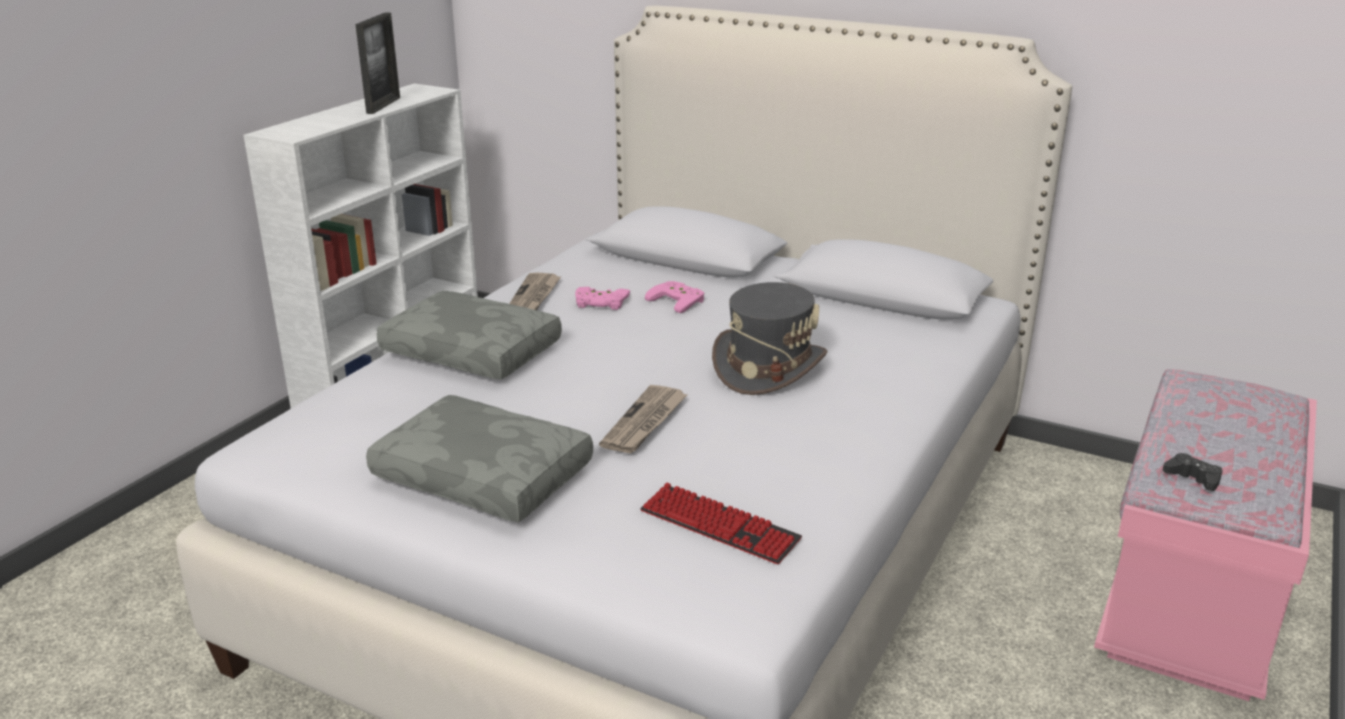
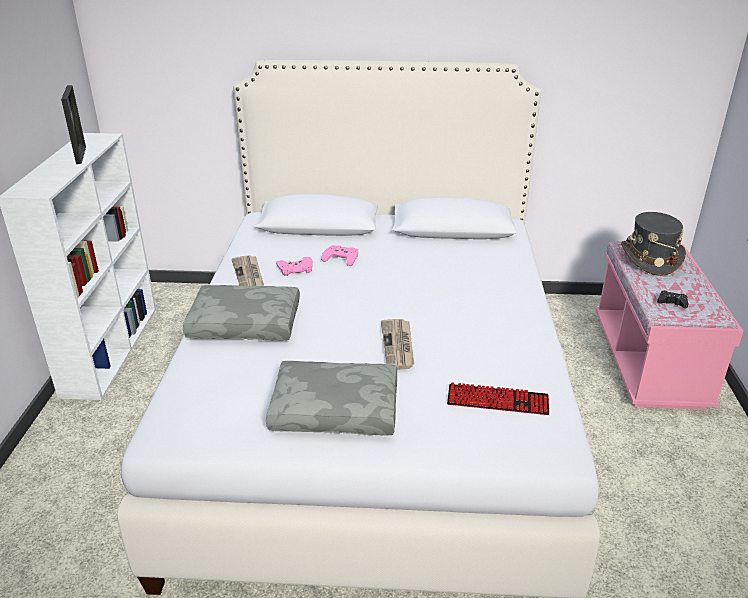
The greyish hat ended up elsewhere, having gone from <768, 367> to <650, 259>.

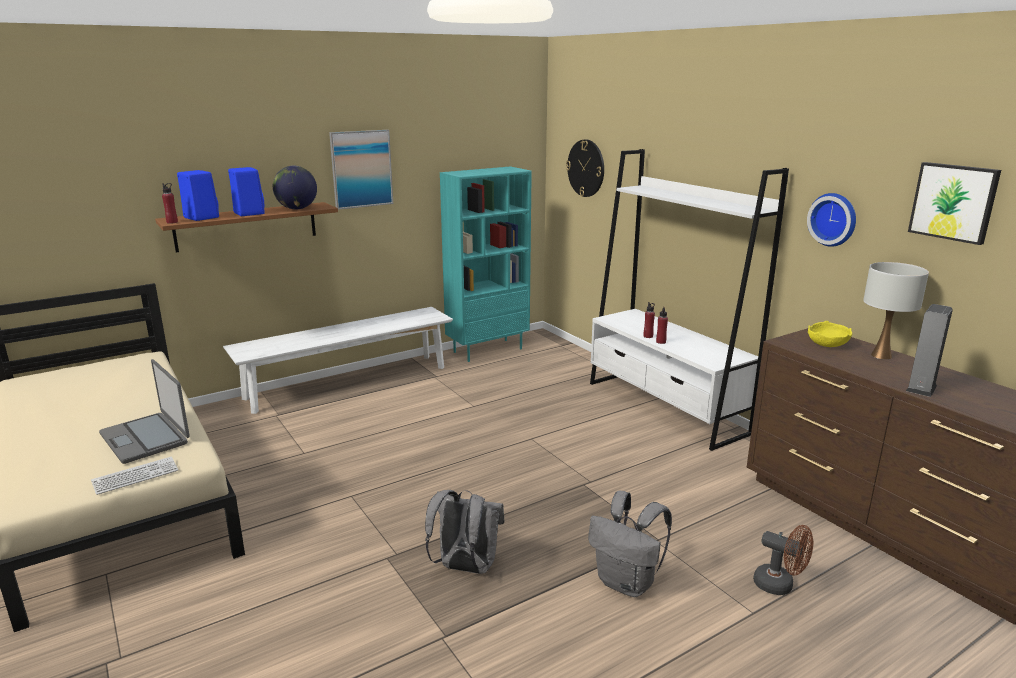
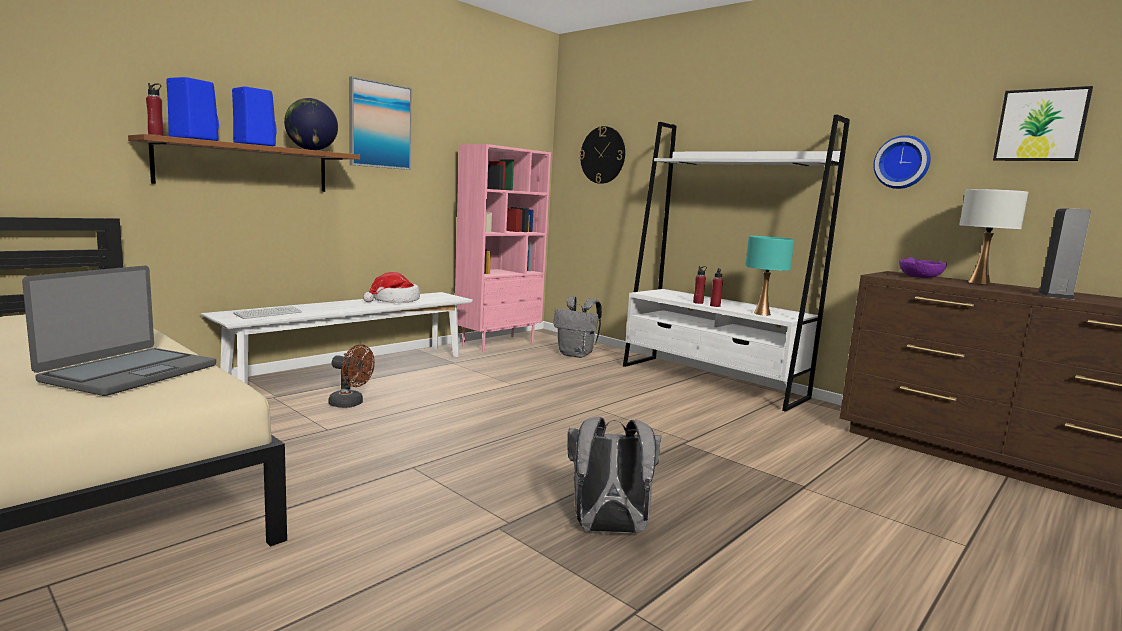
The second view gained the hat at <394, 301>.
The second view gained the turquoise tabletop lamp at <762, 314>.
The computer keyboard ended up elsewhere, having gone from <135, 476> to <268, 313>.
The greyish rucksack ended up elsewhere, having gone from <627, 583> to <576, 355>.
The brown-coloured fan ended up elsewhere, having gone from <780, 585> to <350, 404>.
What was the turquoise bookcase at <488, 350> turned into the pink bookcase at <498, 343>.
What was the yellow serving bowl at <827, 344> turned into the purple serving bowl at <920, 277>.
The notebook computer at <146, 438> ended up facing another way, 105 degrees counterclockwise from before.

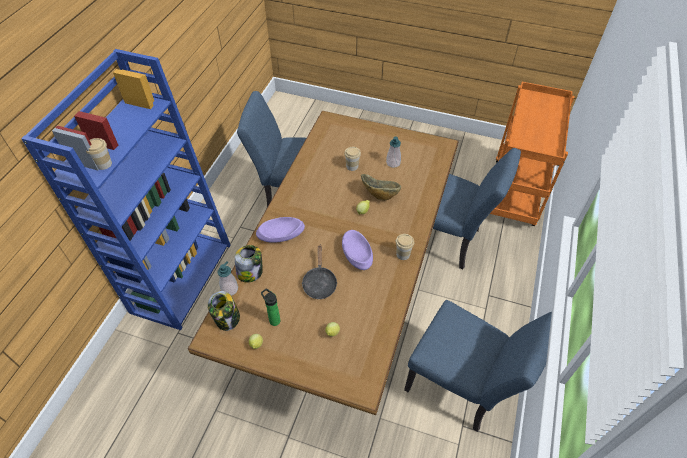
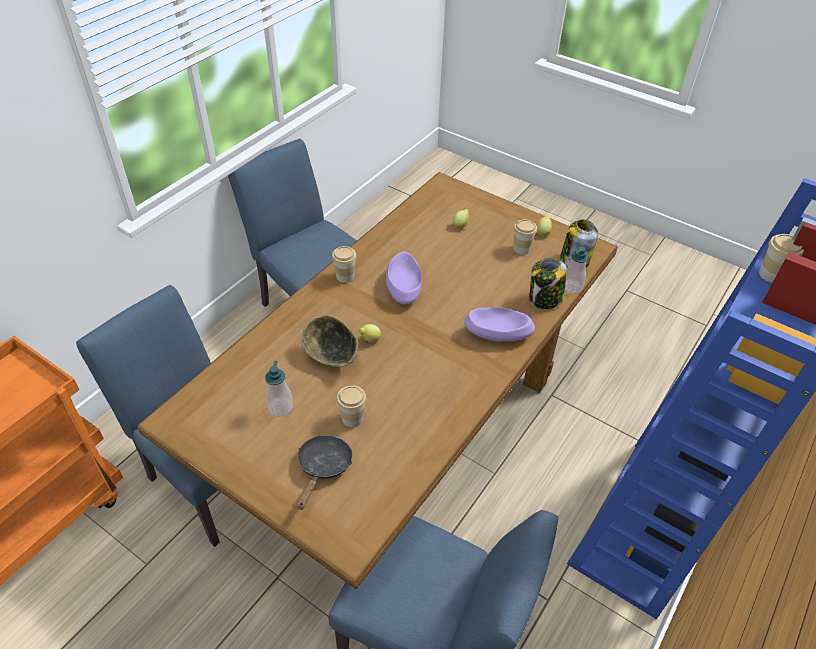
The blackish pan ended up elsewhere, having gone from <319, 283> to <323, 467>.
Where the drink bottle stood at <273, 320>, the cup came to stand at <521, 248>.

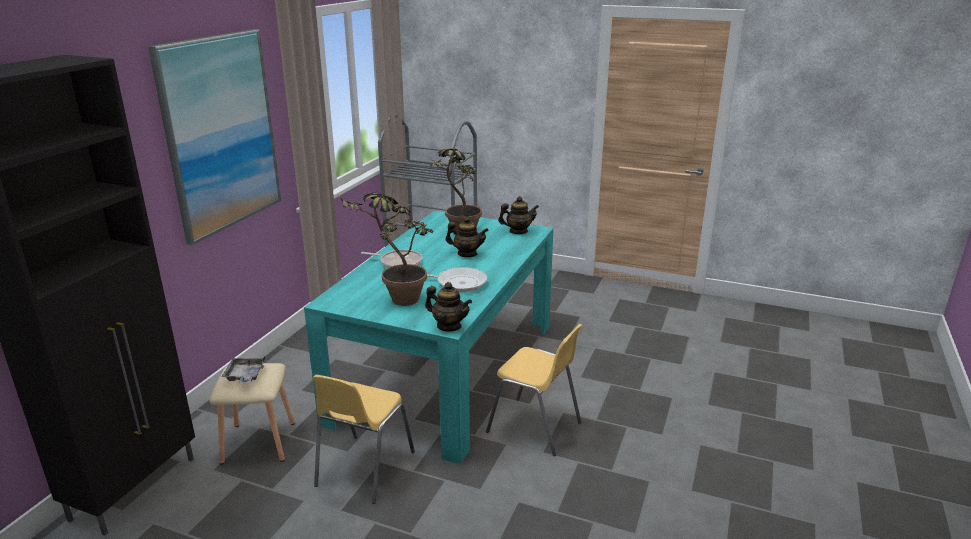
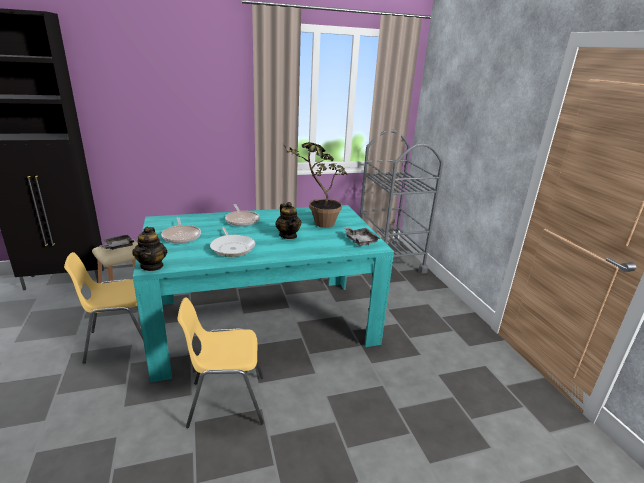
The second view lost the picture at <221, 133>.
Where the potted plant stood at <395, 299>, the pan came to stand at <181, 236>.
Where the teapot stood at <518, 231>, the greyish tray came to stand at <360, 240>.
The yellow plain chair at <535, 427> ended up facing another way, 90 degrees clockwise from before.

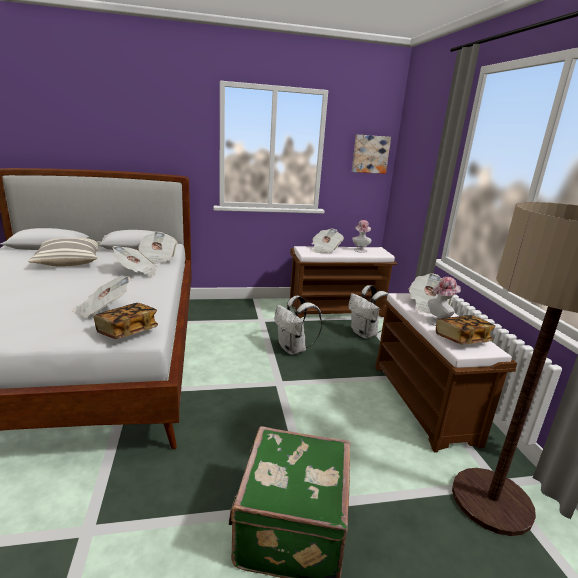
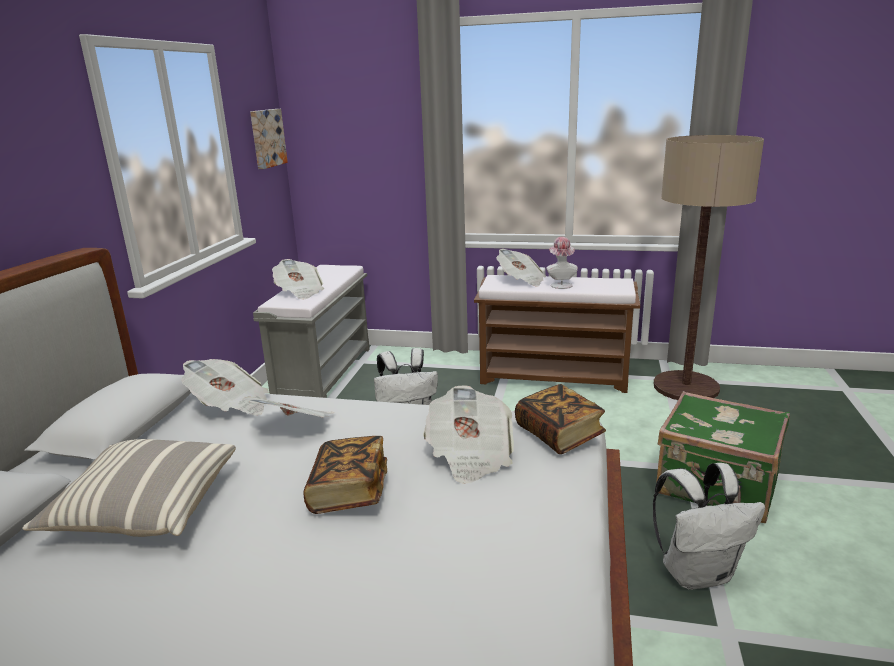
The second view lost the hat at <360, 250>.
The white-coloured rucksack ended up elsewhere, having gone from <365, 334> to <697, 573>.
The volume ended up elsewhere, having gone from <462, 339> to <349, 491>.
What was the brown-coloured long seat at <337, 310> turned into the greyish long seat at <324, 373>.

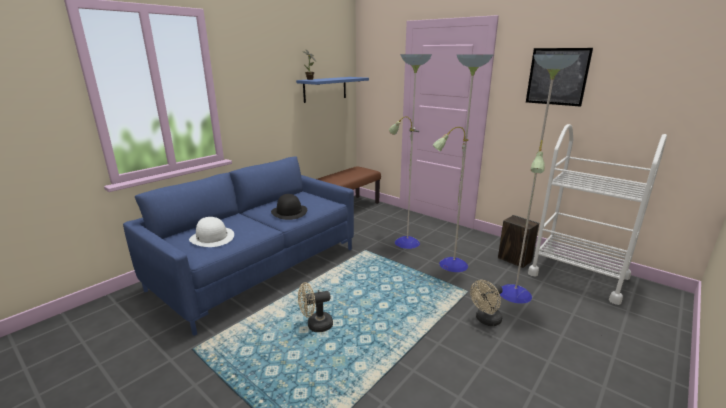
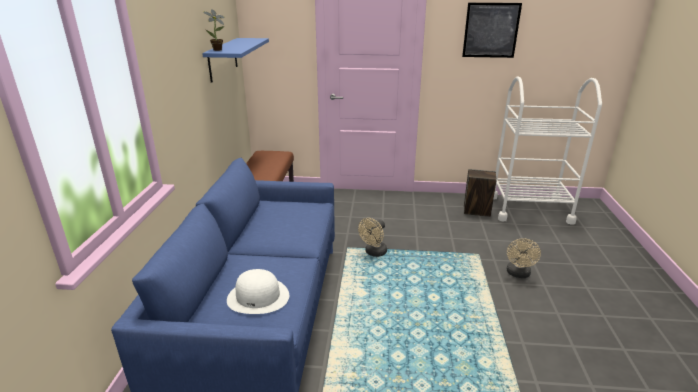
The second view lost the blackish hat at <289, 212>.
The second view lost the standard lamp at <452, 265>.
The sand-coloured fan ended up elsewhere, having gone from <315, 325> to <374, 253>.

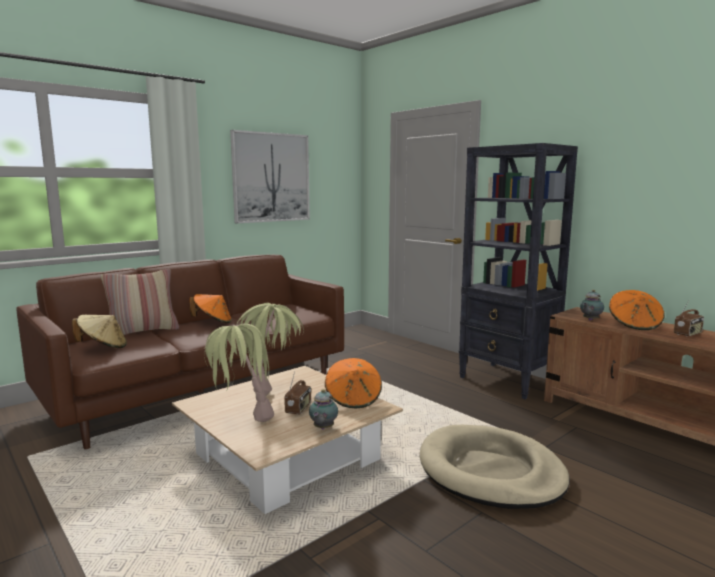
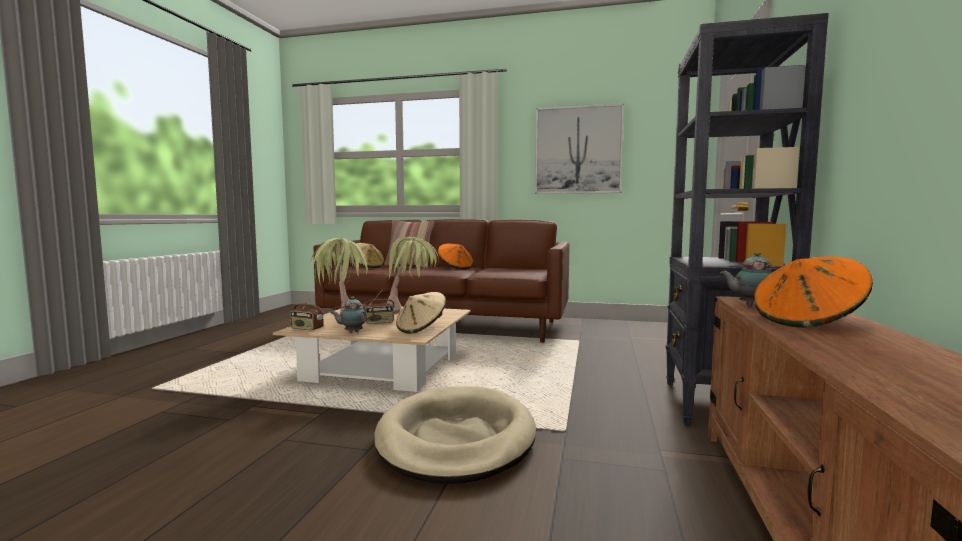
The radio ended up elsewhere, having gone from <688, 334> to <306, 329>.
What was the orange hat at <353, 399> turned into the sand-coloured hat at <421, 329>.

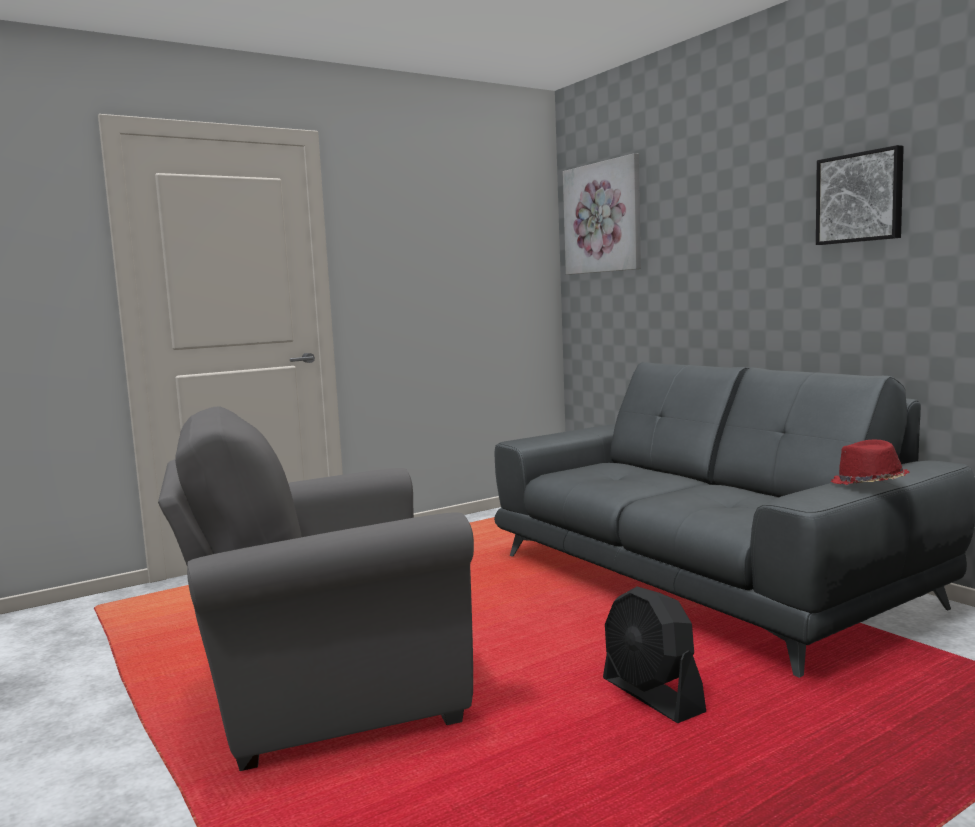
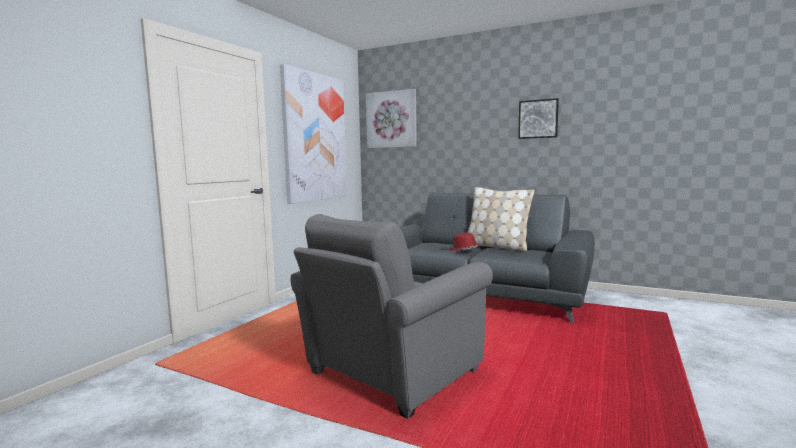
The second view lost the blackish fan at <652, 697>.
The second view gained the picture at <315, 137>.
The second view gained the sand-coloured cushion at <497, 247>.
The red hat ended up elsewhere, having gone from <868, 484> to <464, 250>.

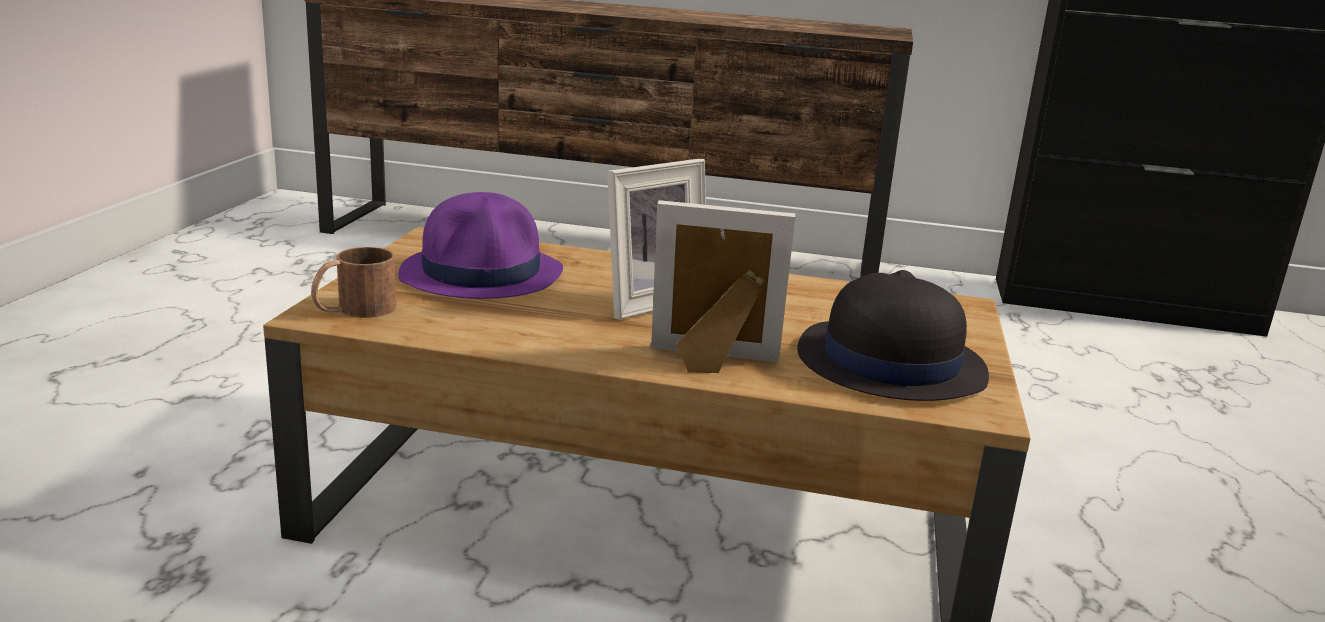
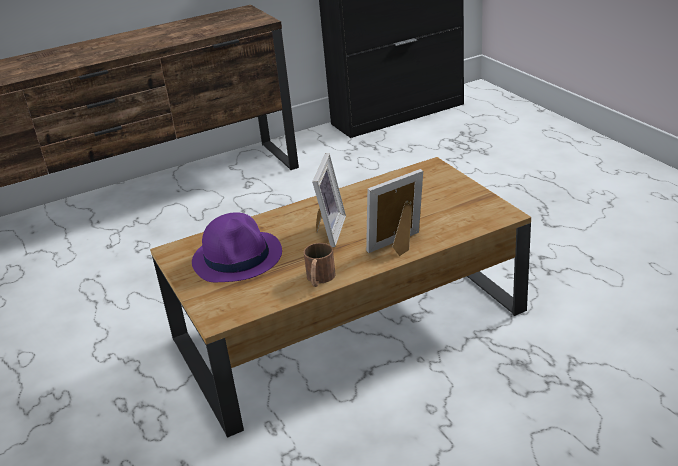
The second view lost the blackish hat at <889, 363>.
The brown-coloured coffee mug ended up elsewhere, having gone from <354, 310> to <319, 279>.

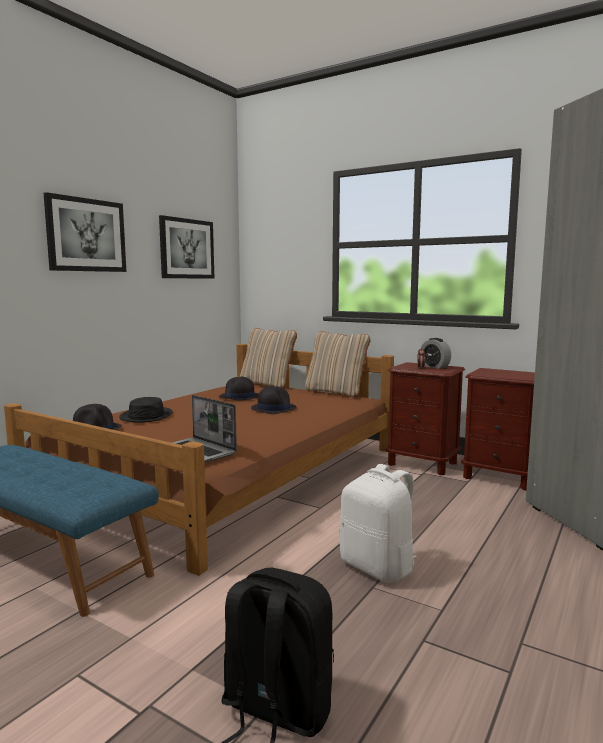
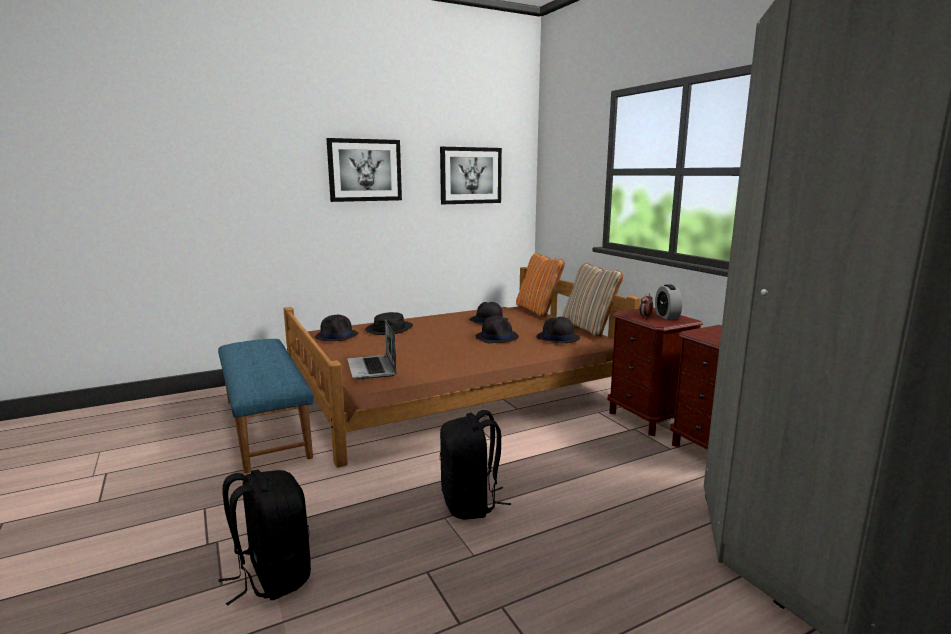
The second view gained the blackish hat at <557, 338>.
What was the sand-coloured cushion at <267, 384> turned into the orange cushion at <538, 310>.
What was the white-coloured rucksack at <378, 567> turned into the blackish rucksack at <470, 503>.

